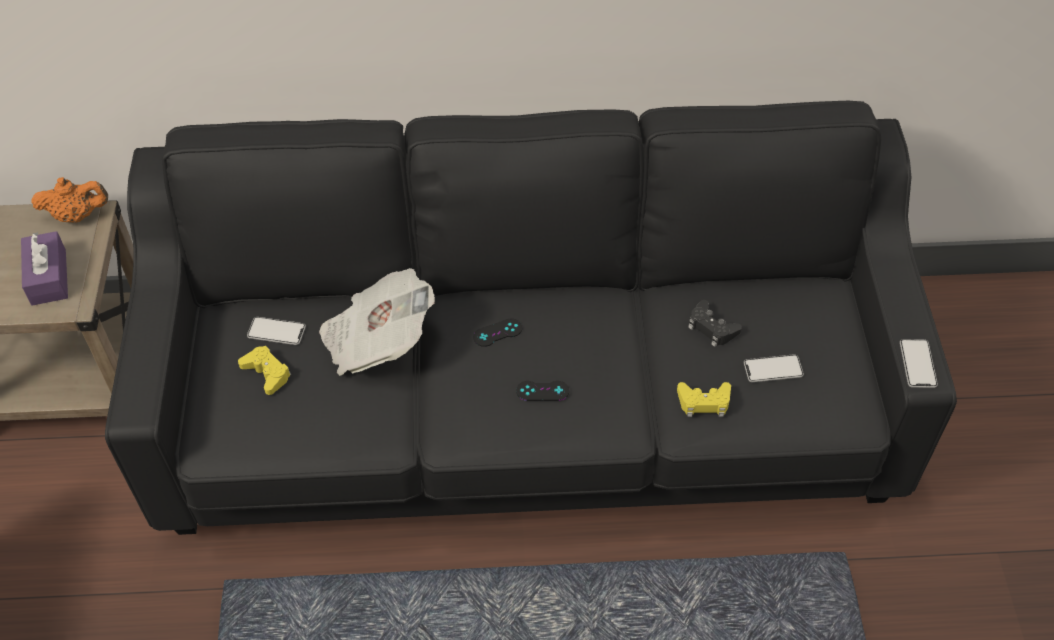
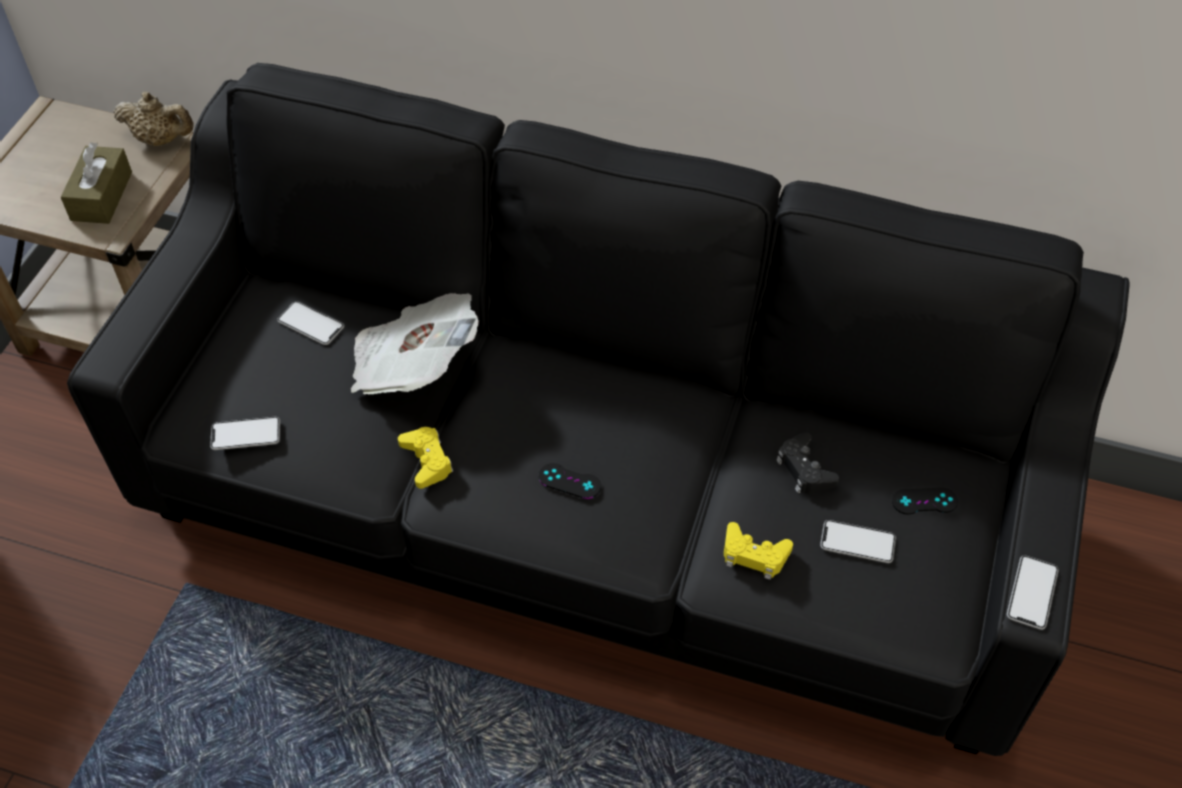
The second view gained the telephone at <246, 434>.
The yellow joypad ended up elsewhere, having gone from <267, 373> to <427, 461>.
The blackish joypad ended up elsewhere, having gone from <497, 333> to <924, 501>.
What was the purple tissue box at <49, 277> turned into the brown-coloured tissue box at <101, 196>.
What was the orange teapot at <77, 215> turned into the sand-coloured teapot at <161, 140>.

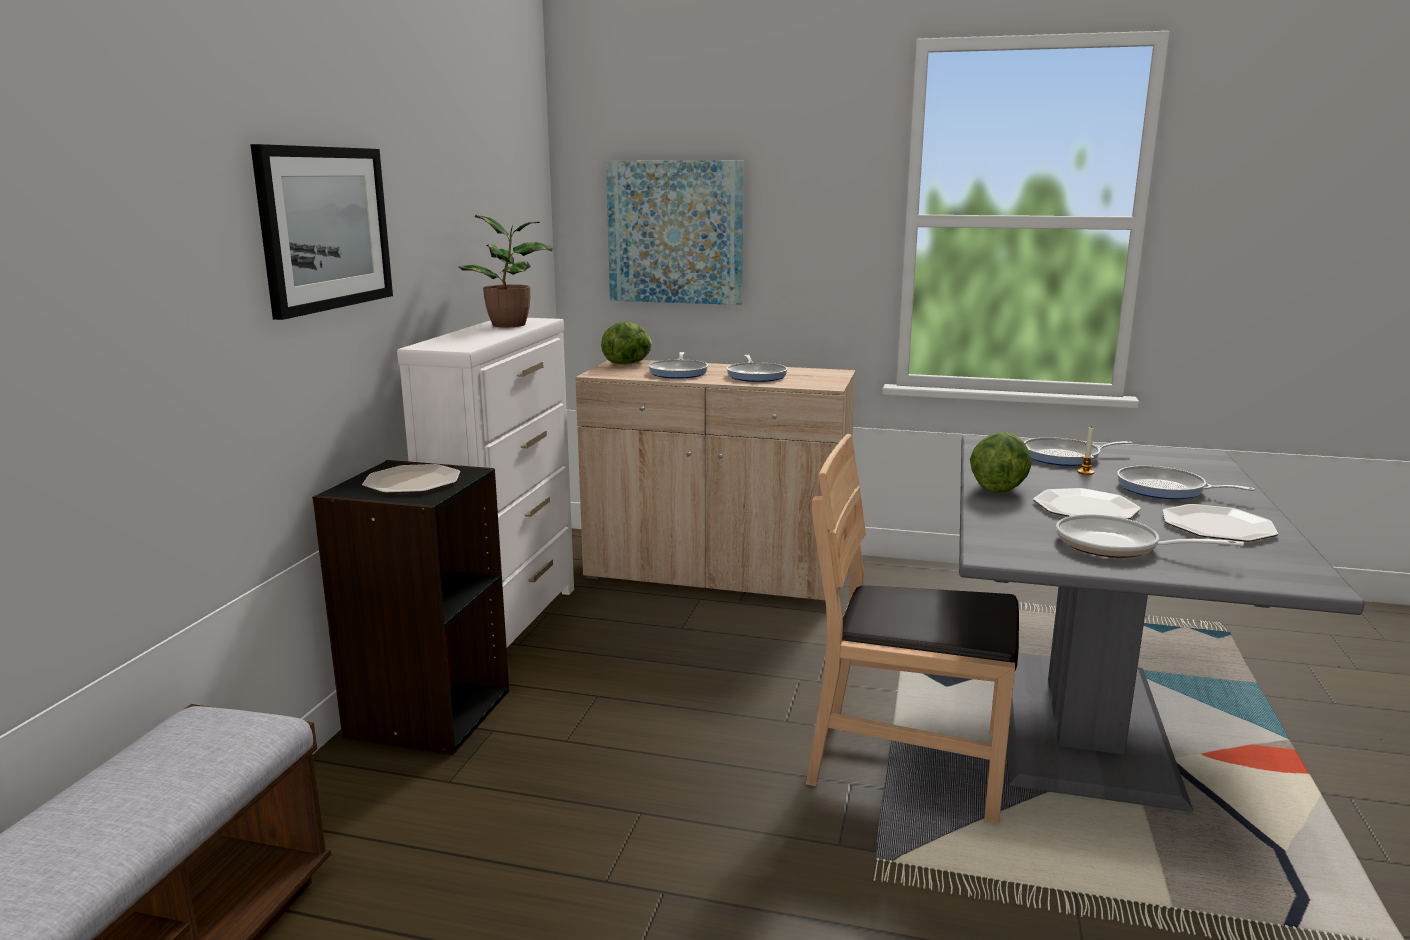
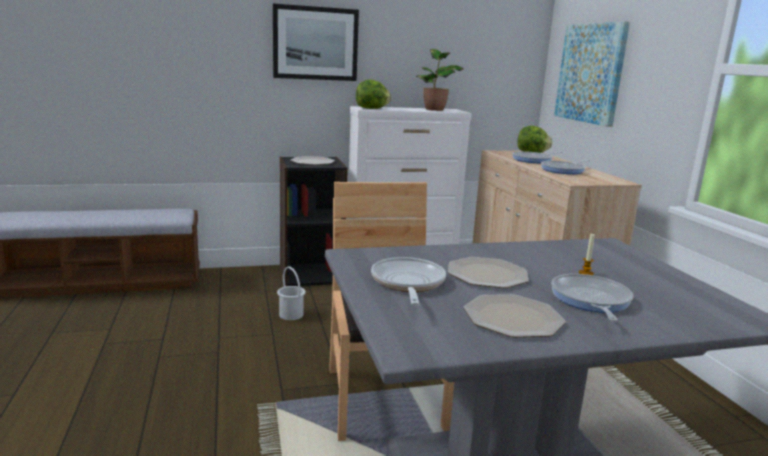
The second view lost the pan at <1065, 457>.
The second view gained the white-coloured bucket at <291, 314>.
The head of lettuce ended up elsewhere, having gone from <997, 489> to <372, 108>.

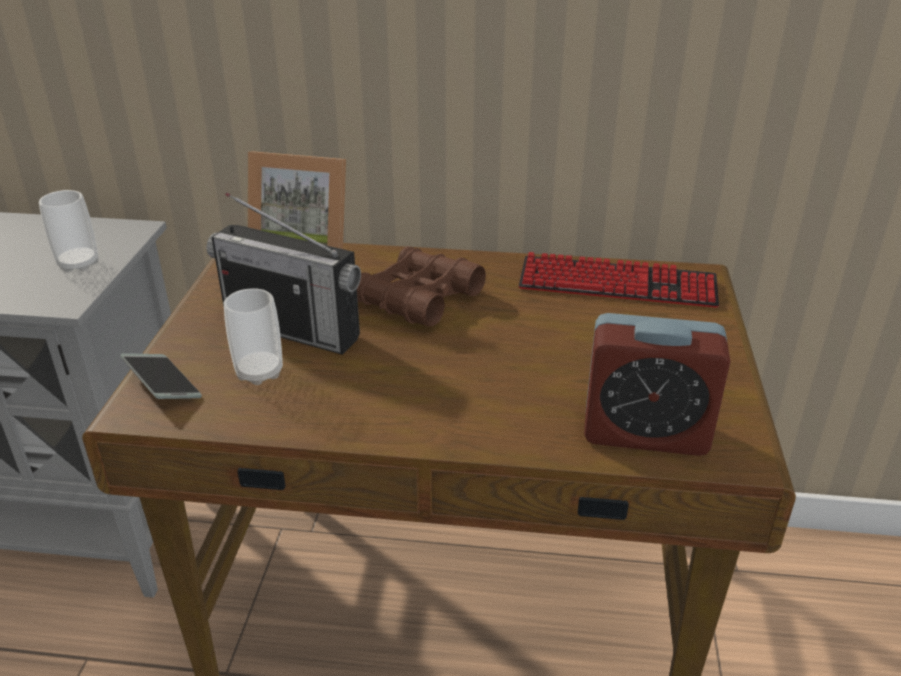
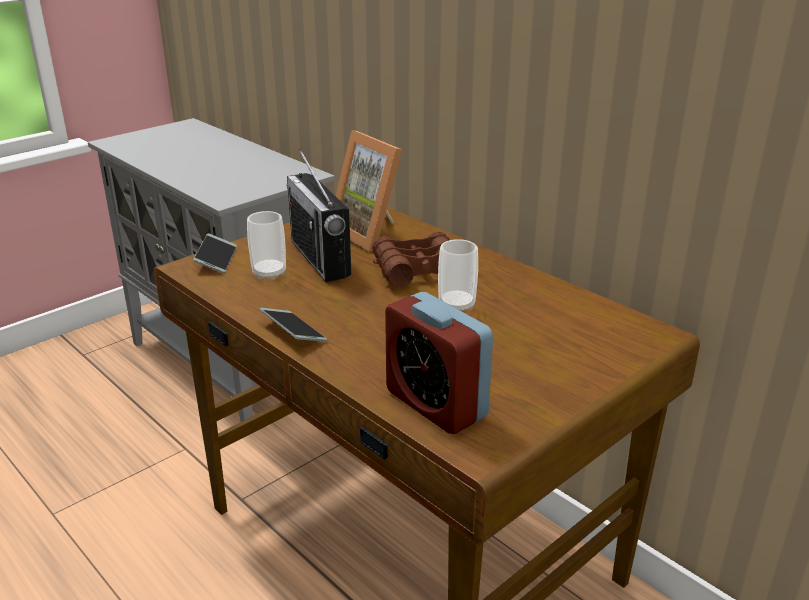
The second view lost the computer keyboard at <617, 285>.
The second view gained the telephone at <293, 332>.
The cup ended up elsewhere, having gone from <78, 264> to <456, 306>.

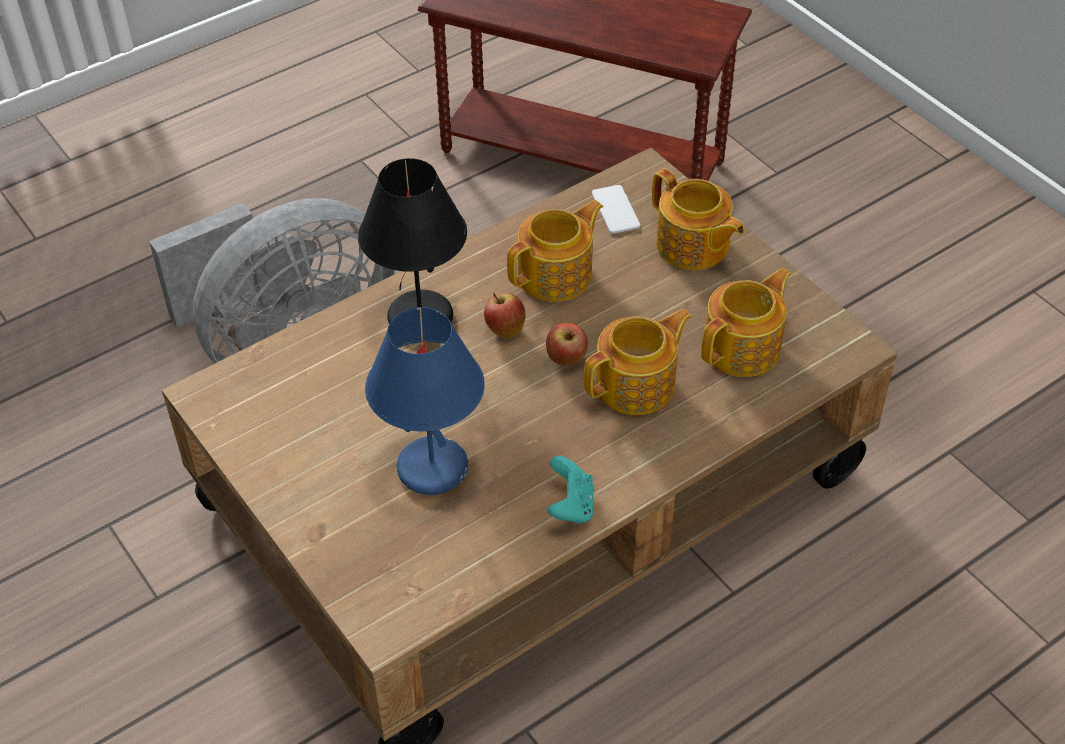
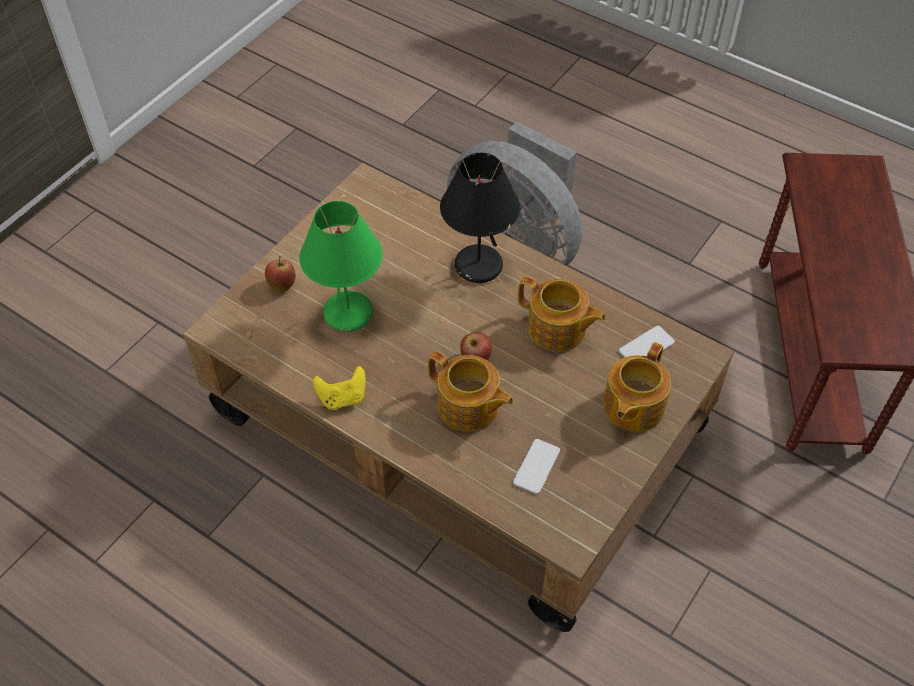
The apple ended up elsewhere, having gone from <505, 329> to <282, 285>.
Where the teapot stood at <743, 348>, the telephone came to stand at <536, 467>.
What was the blue-coloured tabletop lamp at <434, 468> turned into the greenish tabletop lamp at <349, 314>.
What was the turquoise joypad at <571, 506> turned into the yellow joypad at <342, 398>.

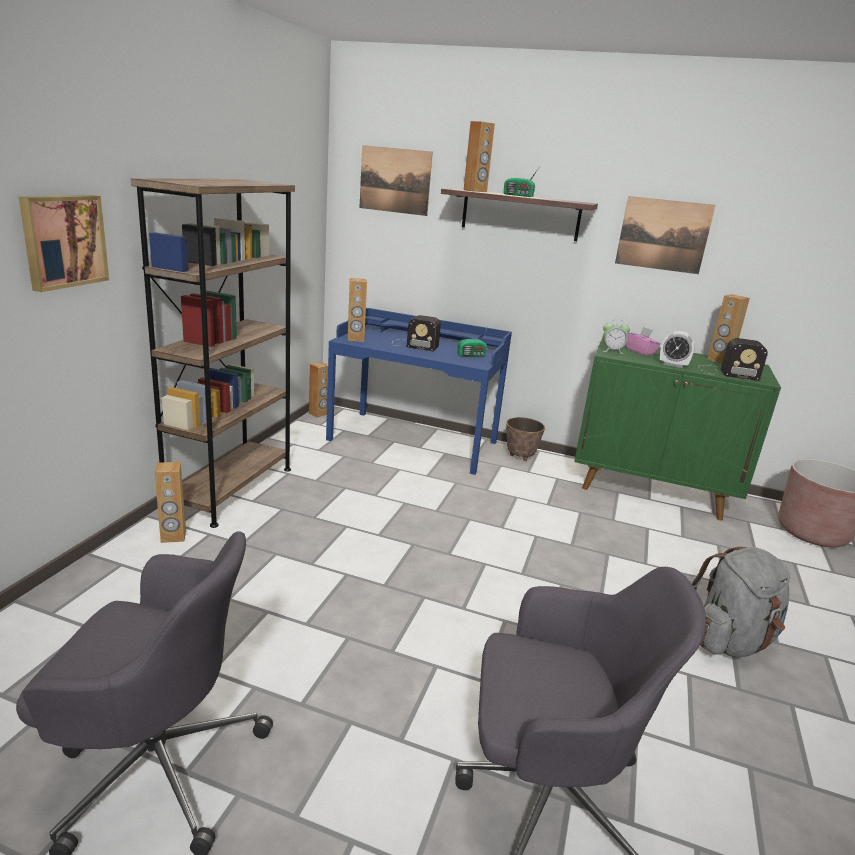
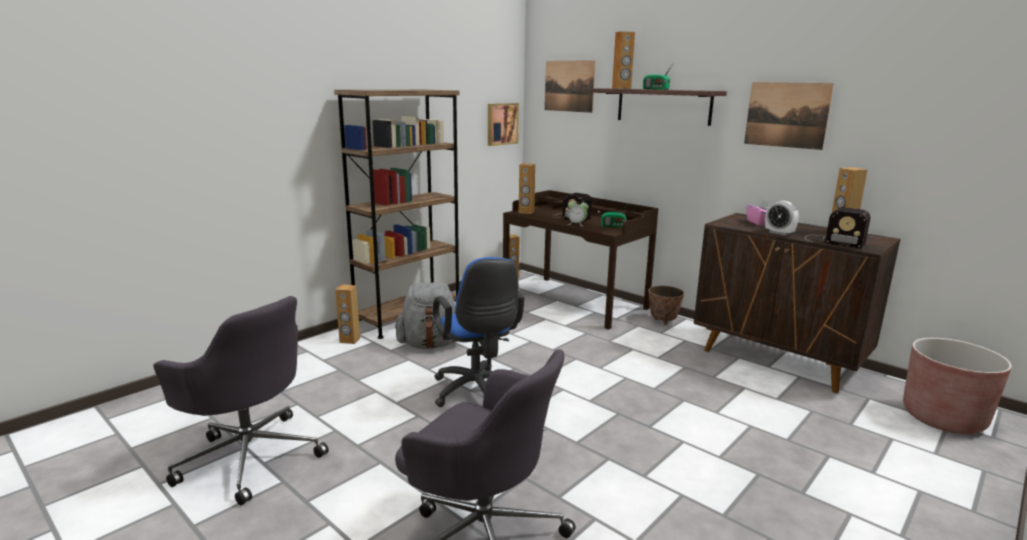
The second view gained the blue-coloured office chair at <477, 393>.
The picture ended up elsewhere, having gone from <63, 241> to <501, 124>.
The alarm clock ended up elsewhere, having gone from <612, 351> to <577, 224>.
The greyish rucksack ended up elsewhere, having gone from <730, 640> to <431, 344>.
What was the blue-coloured desk unit at <413, 440> turned into the brown-coloured desk unit at <574, 301>.
What was the greenish storage cabinet at <652, 490> turned into the brown-coloured storage cabinet at <779, 360>.

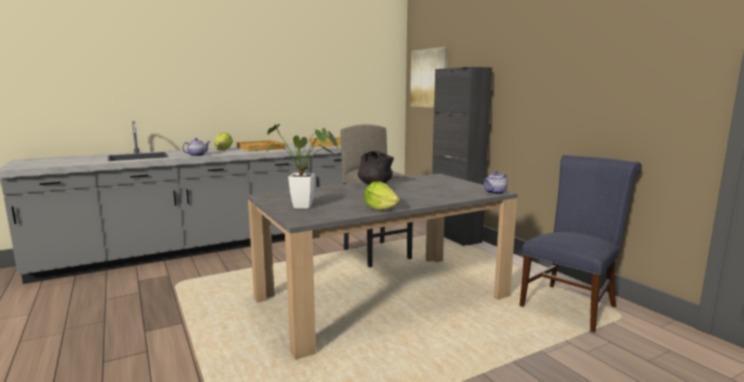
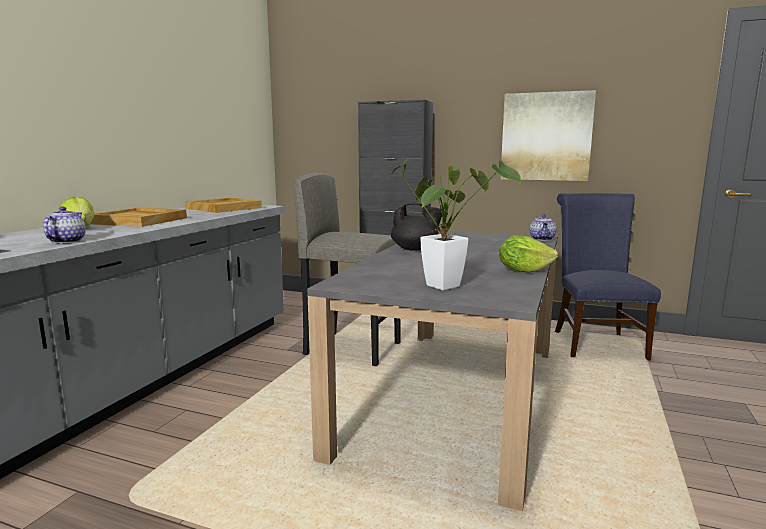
The picture ended up elsewhere, having gone from <429, 78> to <546, 137>.

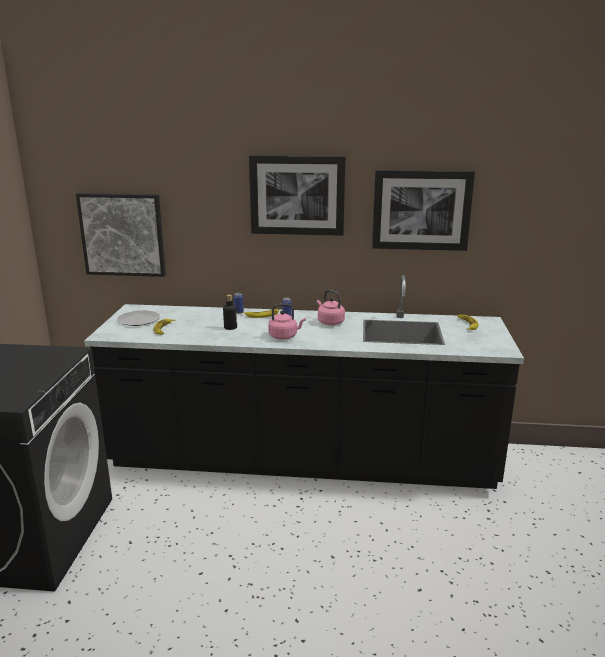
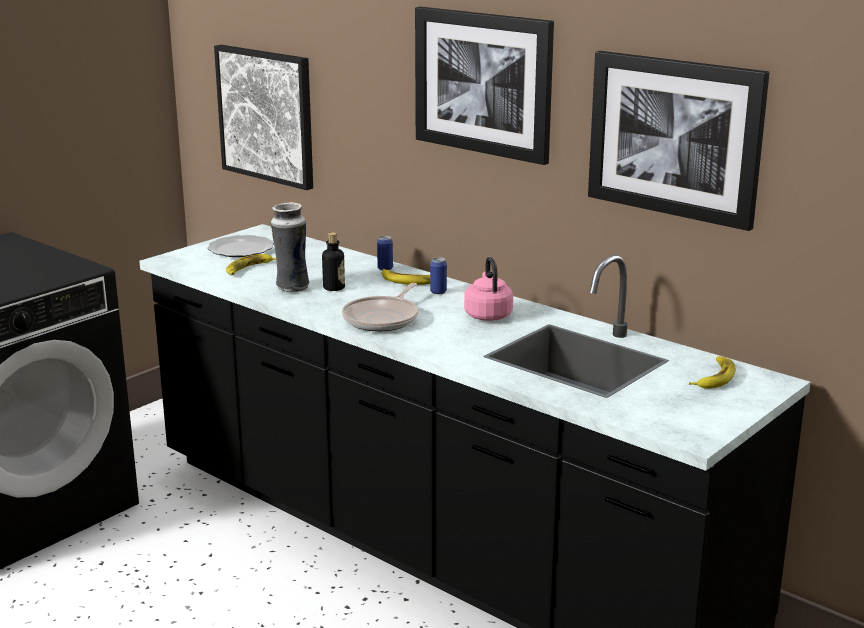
The second view gained the flower vase at <291, 288>.
Where the pink tea kettle stood at <284, 336>, the pan came to stand at <383, 318>.

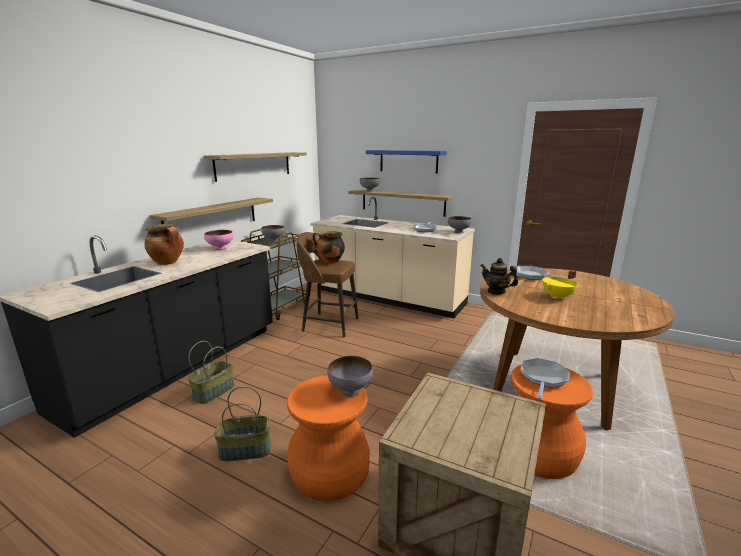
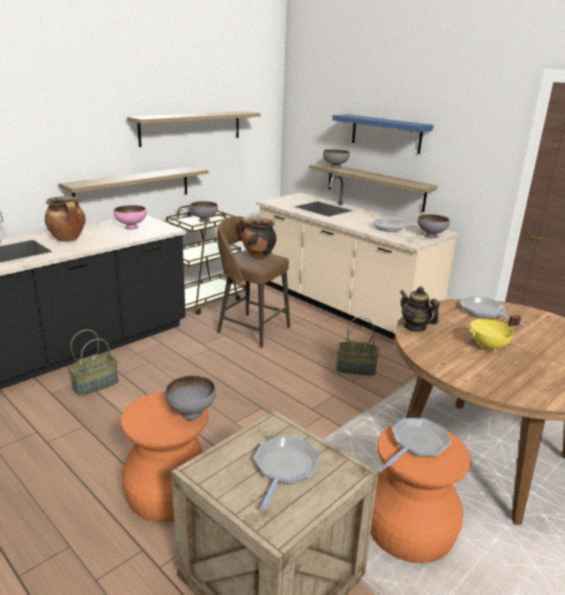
The second view gained the pan at <284, 468>.
The basket ended up elsewhere, having gone from <245, 451> to <355, 369>.

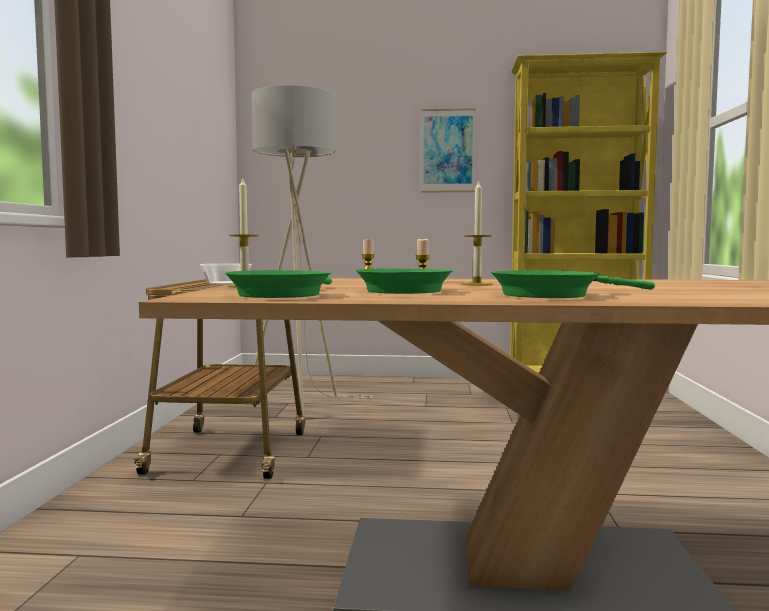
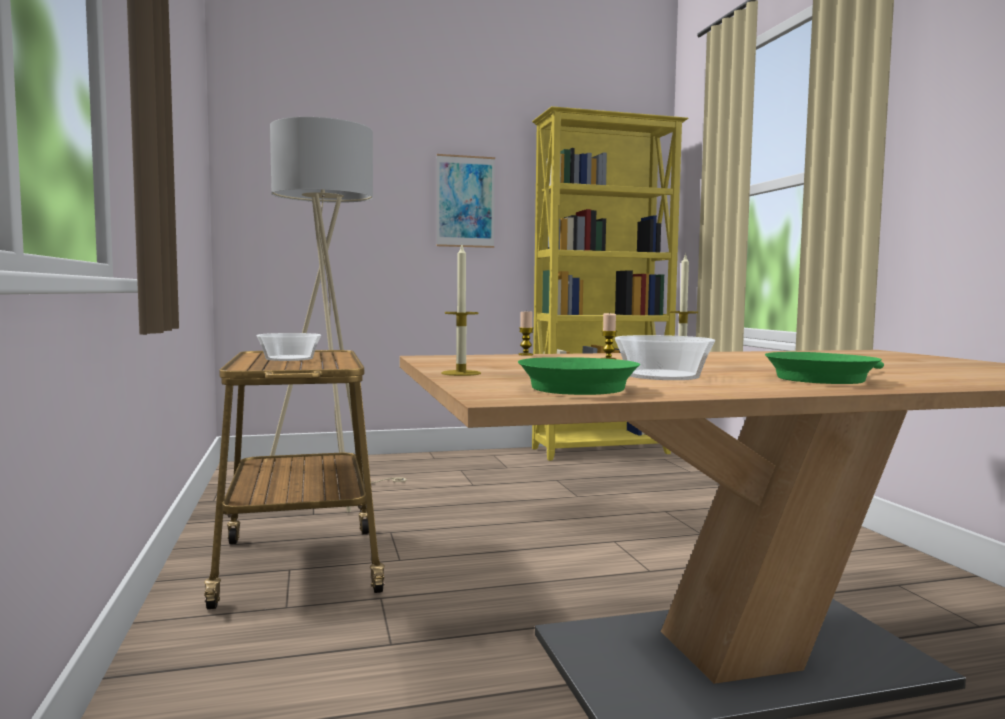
Where the greenish pan stood at <403, 290>, the serving bowl came to stand at <662, 376>.

